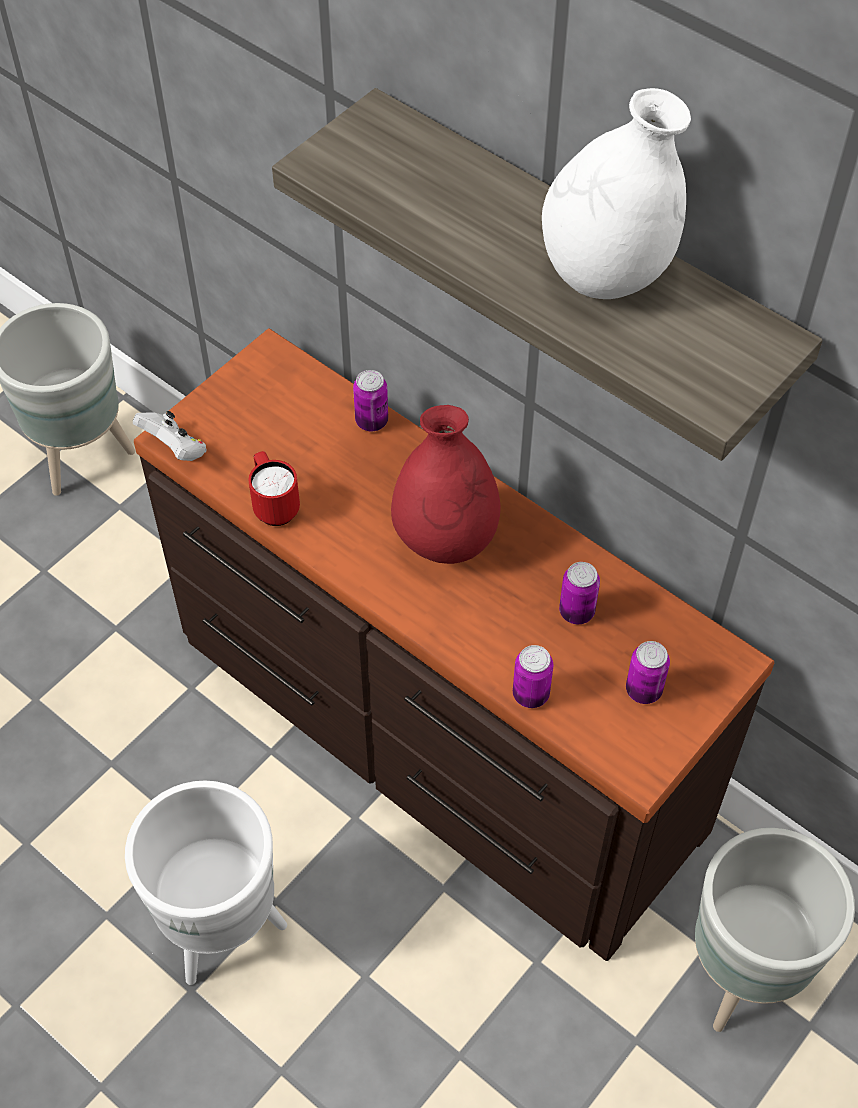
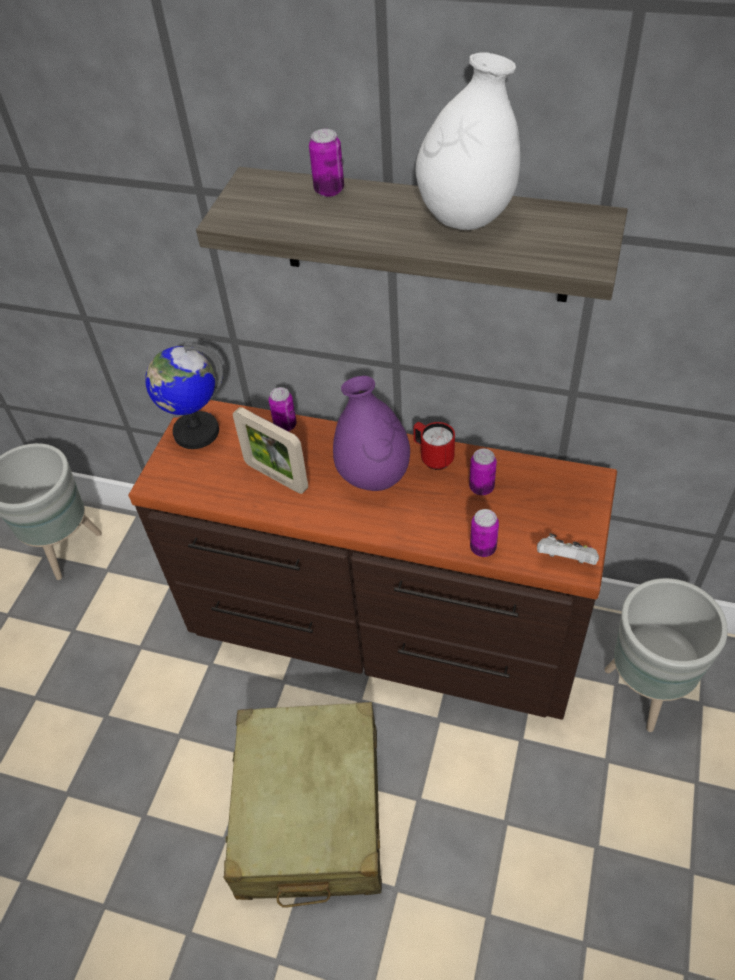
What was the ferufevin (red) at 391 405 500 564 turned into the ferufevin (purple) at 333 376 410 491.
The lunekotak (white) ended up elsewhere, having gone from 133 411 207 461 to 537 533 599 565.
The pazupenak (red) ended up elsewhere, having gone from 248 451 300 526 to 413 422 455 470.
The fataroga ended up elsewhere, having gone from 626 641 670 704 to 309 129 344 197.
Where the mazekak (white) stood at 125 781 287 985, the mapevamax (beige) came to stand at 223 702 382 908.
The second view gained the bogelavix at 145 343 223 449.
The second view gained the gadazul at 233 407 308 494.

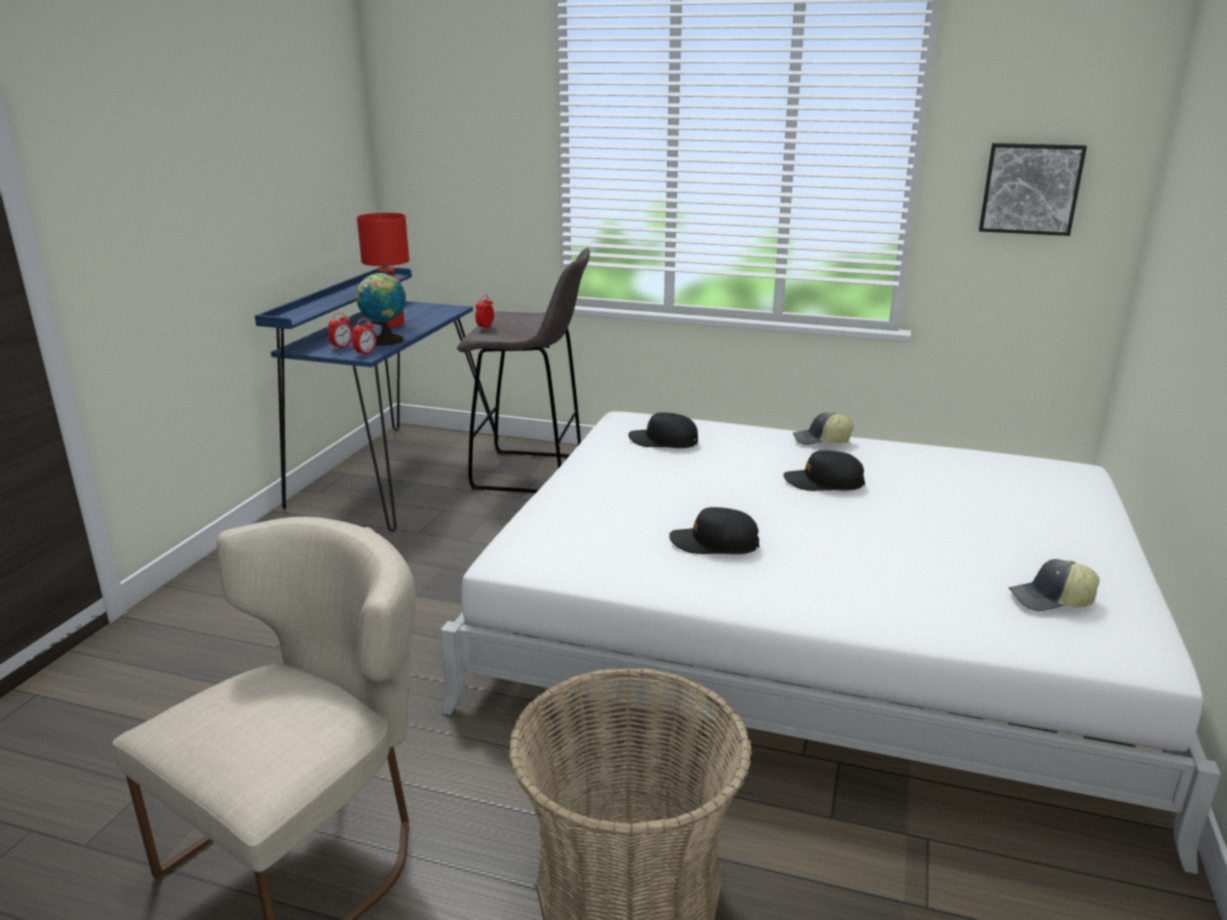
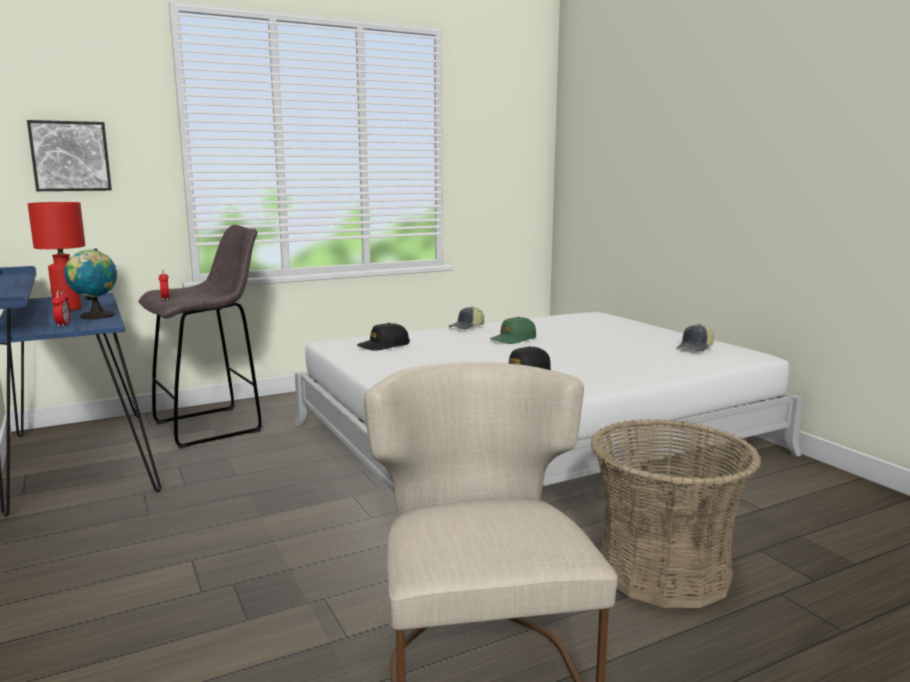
The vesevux ended up elsewhere, having gone from 979 143 1087 236 to 27 120 112 191.
The second view lost the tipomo at 352 318 376 356.
What was the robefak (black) at 784 451 865 491 turned into the robefak (green) at 490 317 536 344.

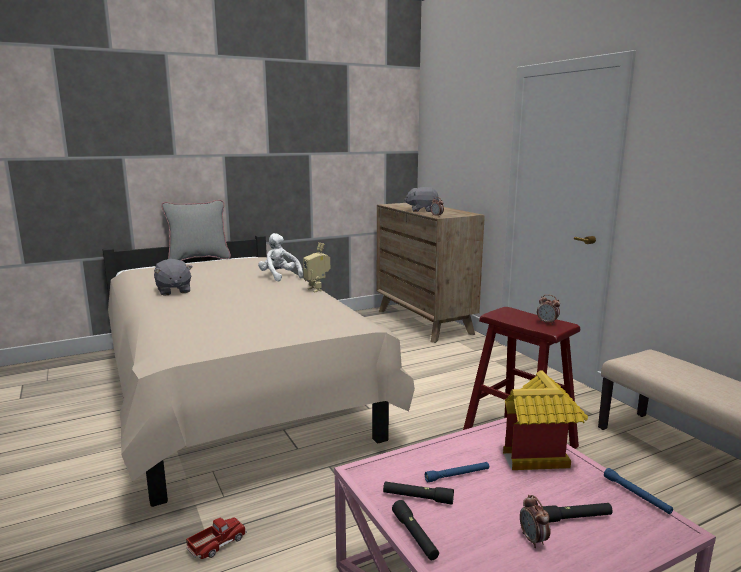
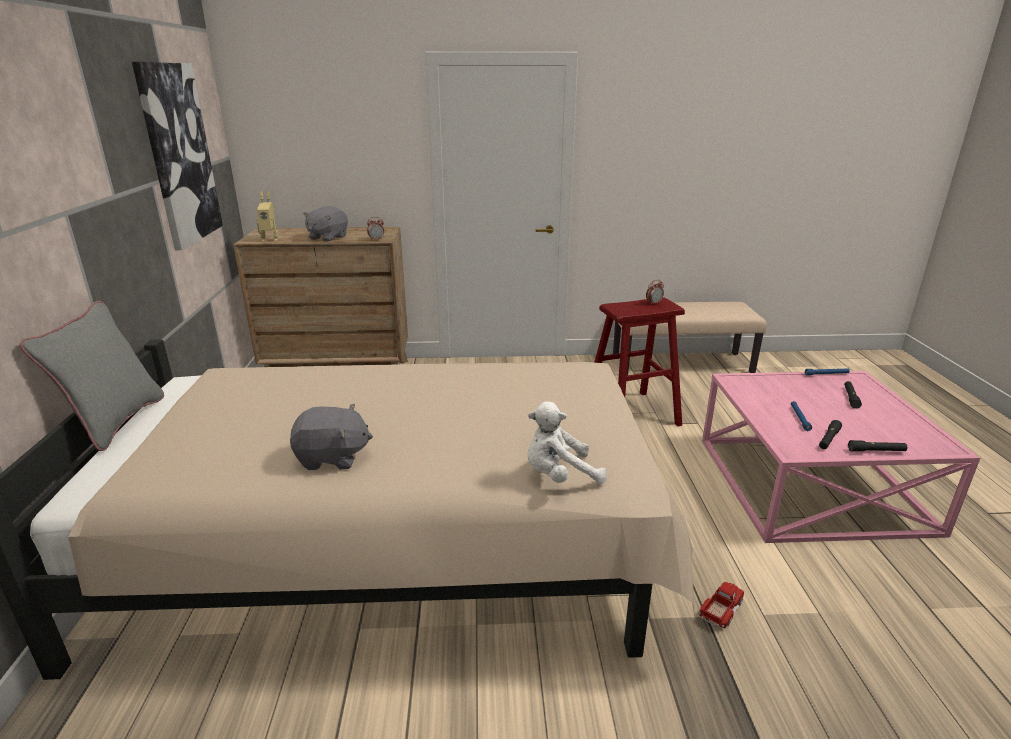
The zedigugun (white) ended up elsewhere, having gone from 258 233 303 281 to 527 401 607 484.
The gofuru ended up elsewhere, having gone from 303 242 330 292 to 256 191 279 242.
The second view lost the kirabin at 503 371 588 470.
The second view lost the tipomo at 520 495 550 548.
The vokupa at 186 518 247 559 ended up facing another way, 60 degrees clockwise from before.
The second view gained the vesevux at 132 62 223 250.

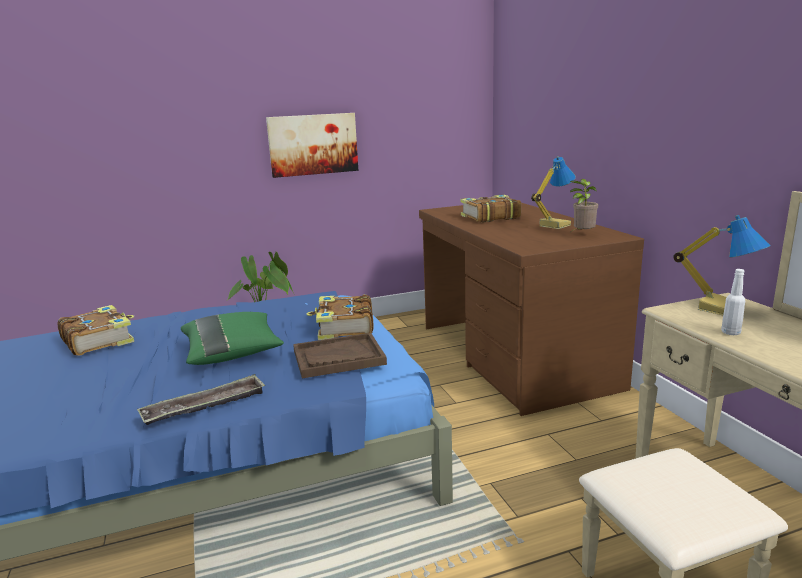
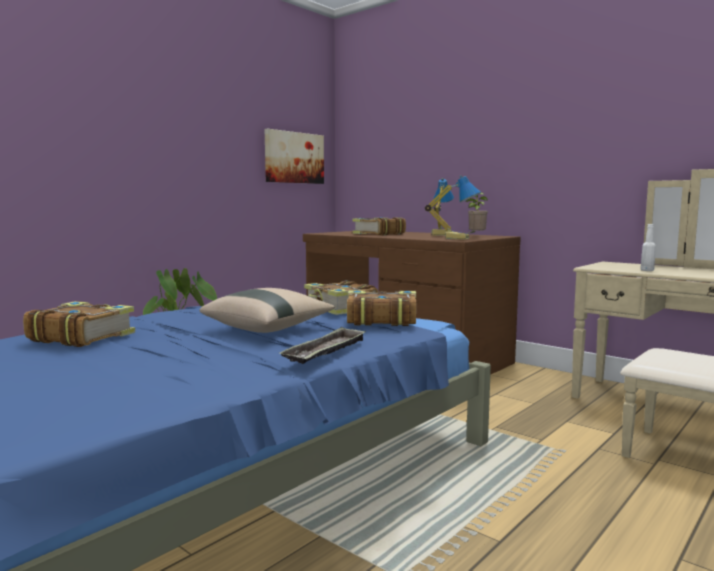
The vesevux ended up elsewhere, having gone from 266 113 358 178 to 265 129 324 184.
The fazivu ended up elsewhere, having gone from 673 215 771 315 to 425 175 481 239.
What was the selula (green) at 181 312 284 365 turned into the selula (beige) at 200 288 335 333.
Where the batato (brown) stood at 293 333 387 378, the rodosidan came to stand at 347 290 416 326.

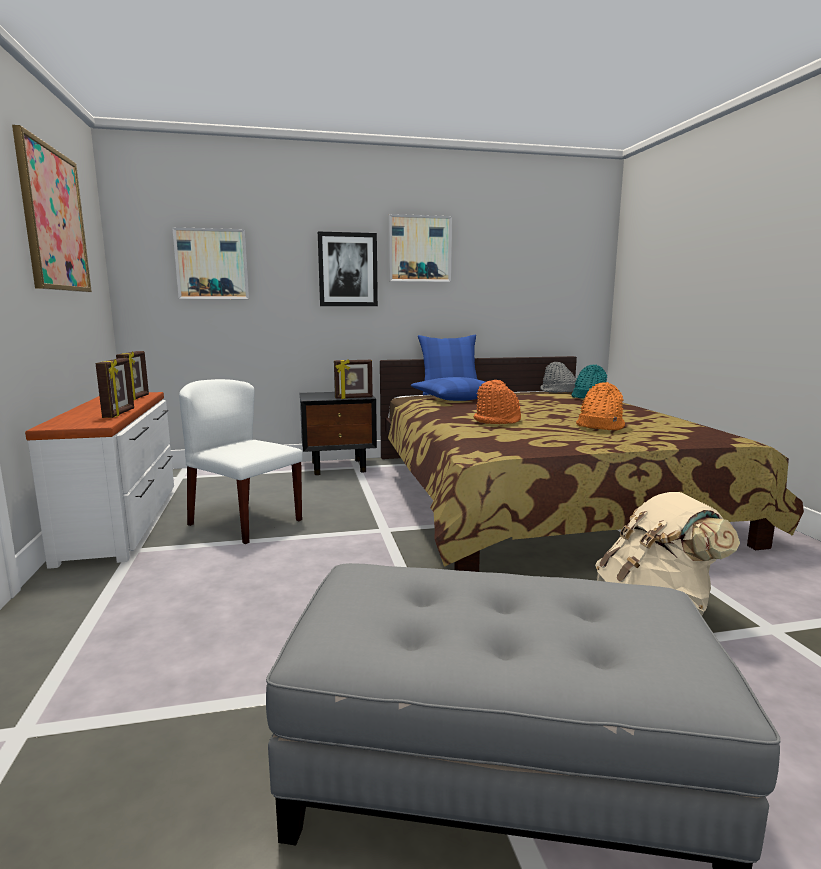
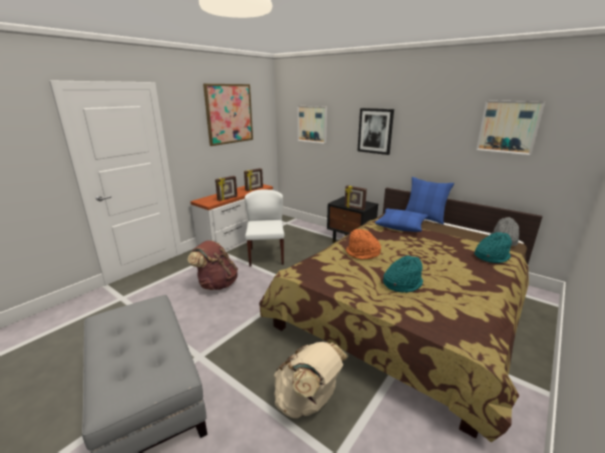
The vesevux ended up elsewhere, having gone from 389 214 452 282 to 476 100 545 155.
What was the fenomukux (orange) at 576 382 625 430 turned into the fenomukux (turquoise) at 383 255 423 293.
The second view gained the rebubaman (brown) at 188 240 238 290.

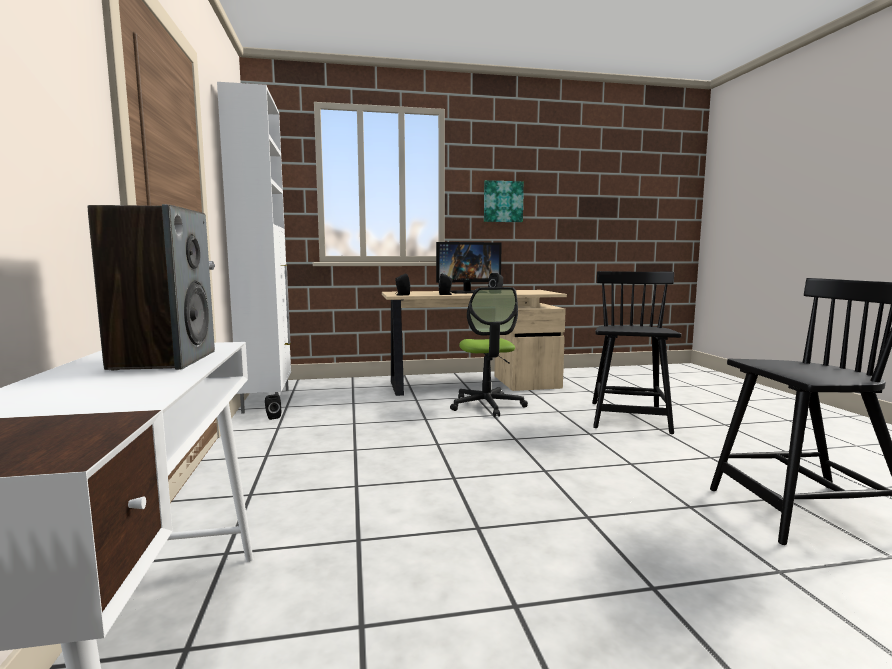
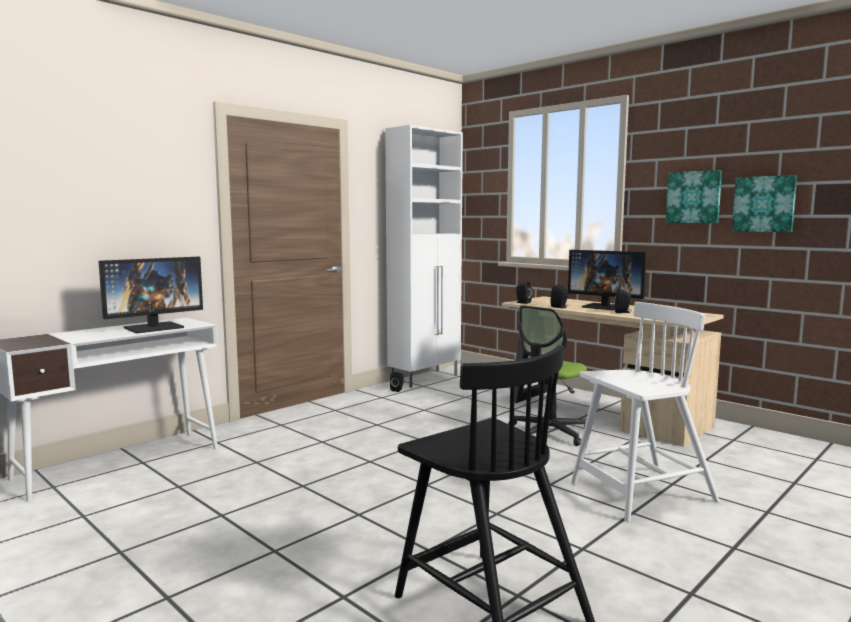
Where the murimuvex stood at 88 204 215 371, the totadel came to stand at 98 257 203 333.
What was the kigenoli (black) at 592 271 681 434 turned into the kigenoli (white) at 571 302 720 522.
The second view gained the vesevux at 732 175 797 232.

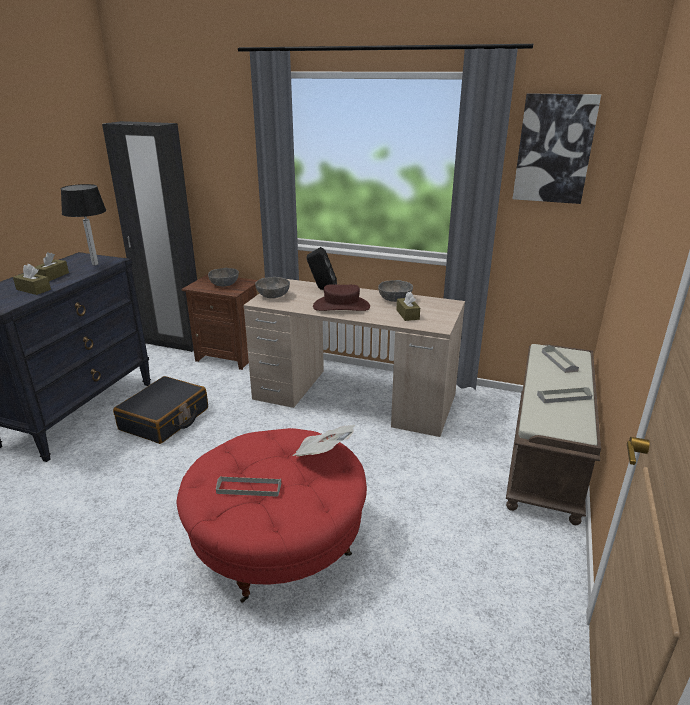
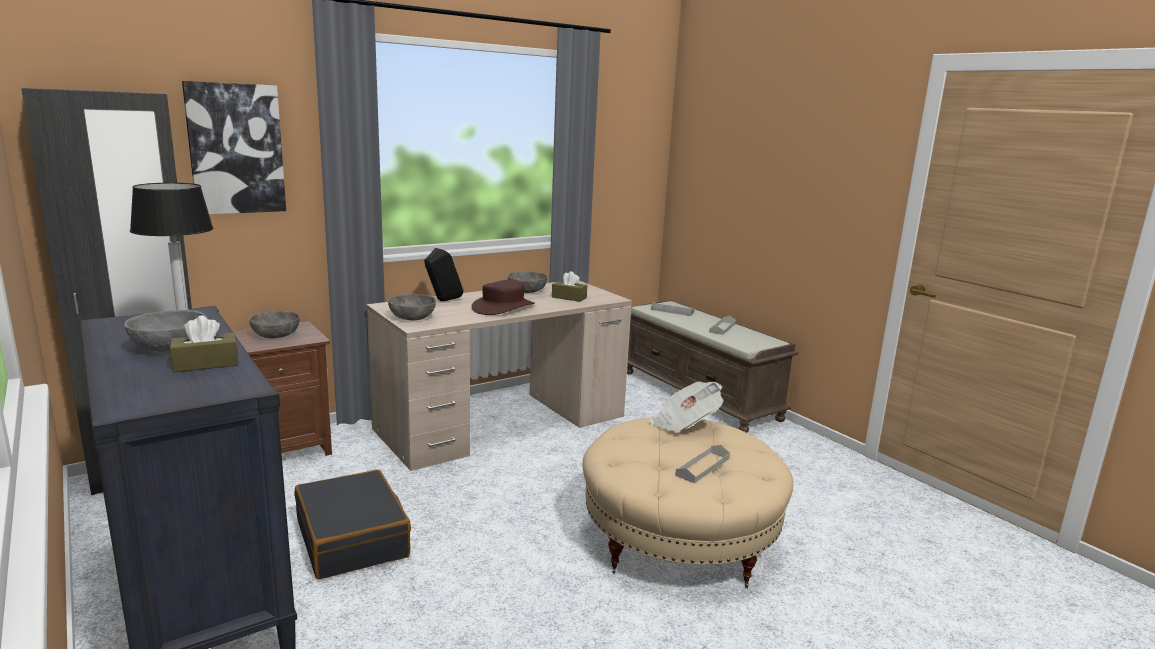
The vesevux ended up elsewhere, having gone from 513 93 601 204 to 182 81 286 214.
Where the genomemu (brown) stood at 34 252 69 281, the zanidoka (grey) came to stand at 124 310 208 351.
What was the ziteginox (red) at 177 428 367 603 turned into the ziteginox (beige) at 582 417 793 588.

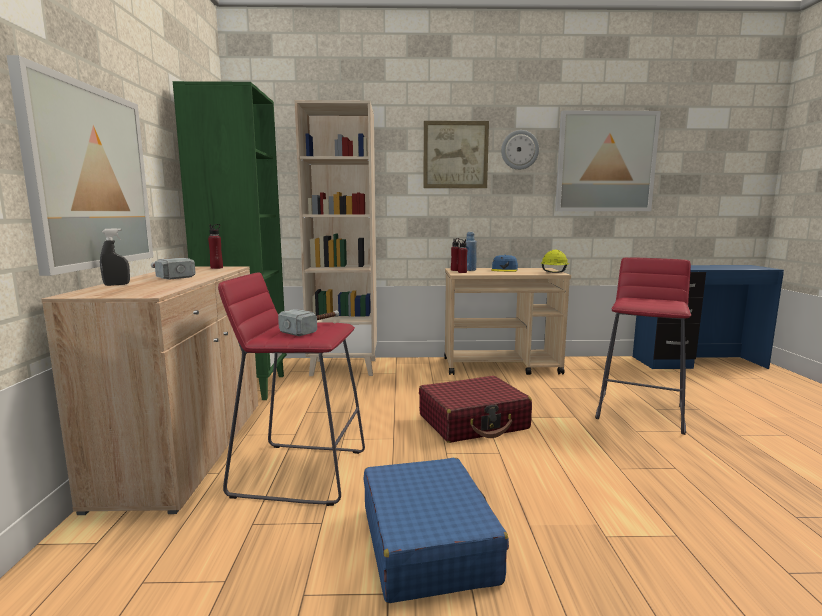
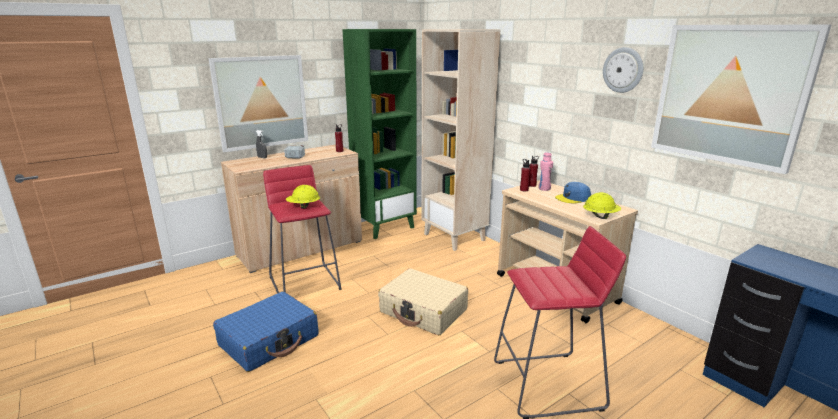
The second view lost the vesevux at 423 121 489 188.
What was the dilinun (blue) at 466 232 477 271 turned into the dilinun (pink) at 538 152 553 191.
Where the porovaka stood at 278 309 339 336, the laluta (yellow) came to stand at 286 185 320 209.
What was the mapevamax (red) at 419 376 532 443 turned into the mapevamax (beige) at 378 268 468 335.

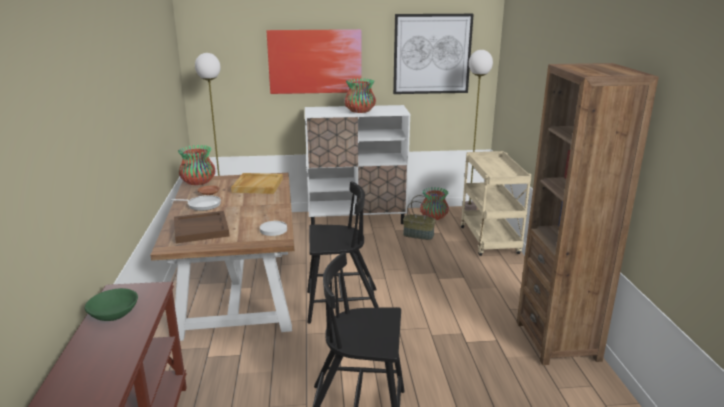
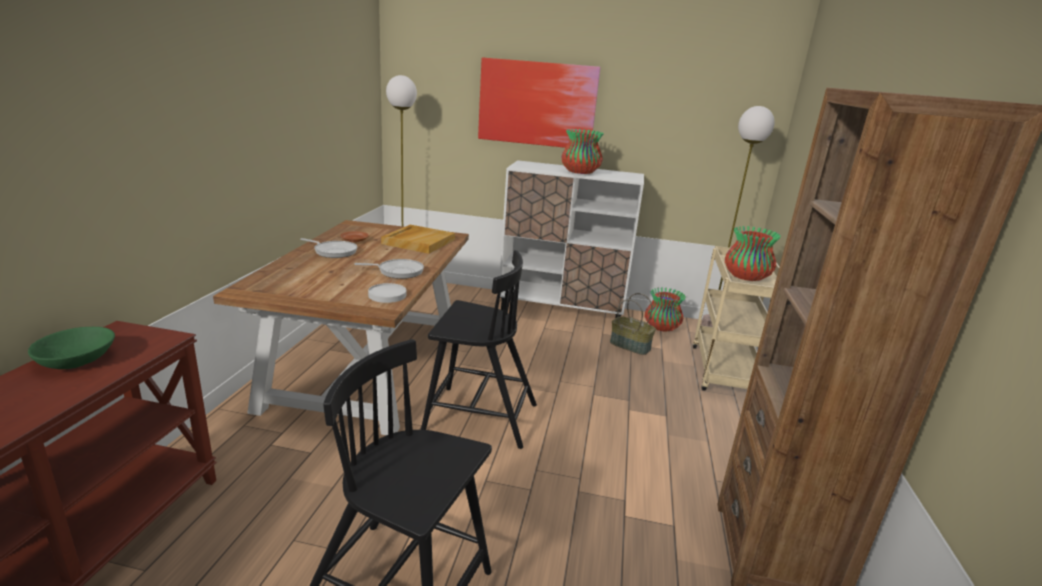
The second view lost the vesevux at 393 14 474 94.
The ferufevin ended up elsewhere, having gone from 178 145 215 185 to 725 226 781 281.
The second view lost the batato (brown) at 174 211 229 243.
The second view gained the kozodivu at 354 259 424 279.

